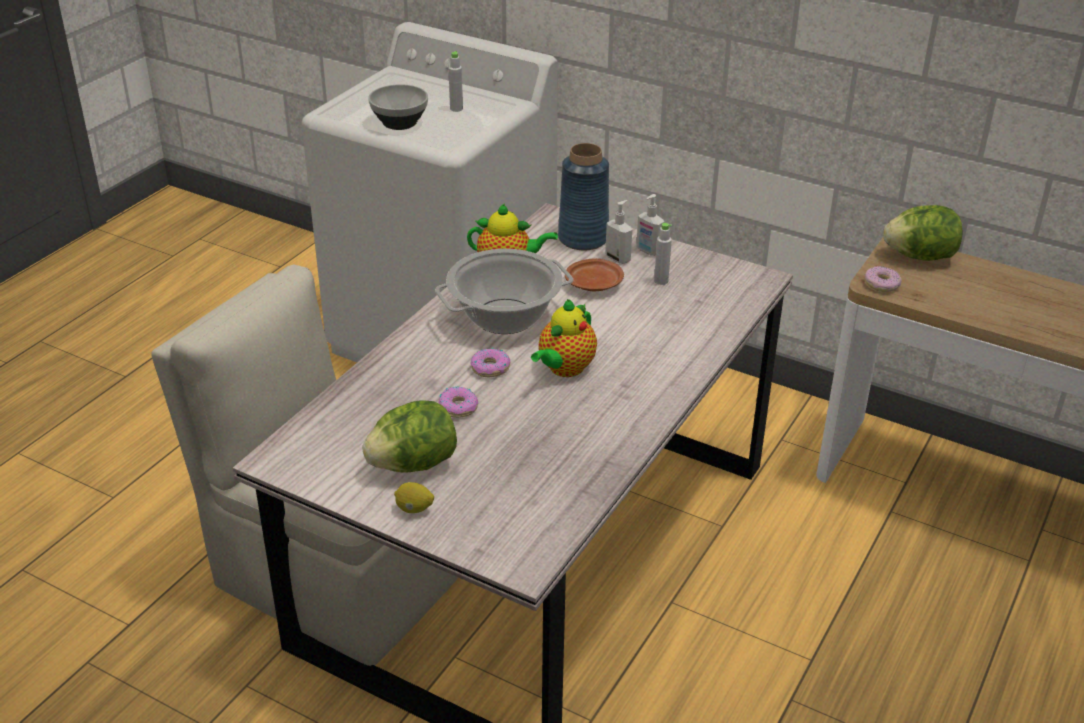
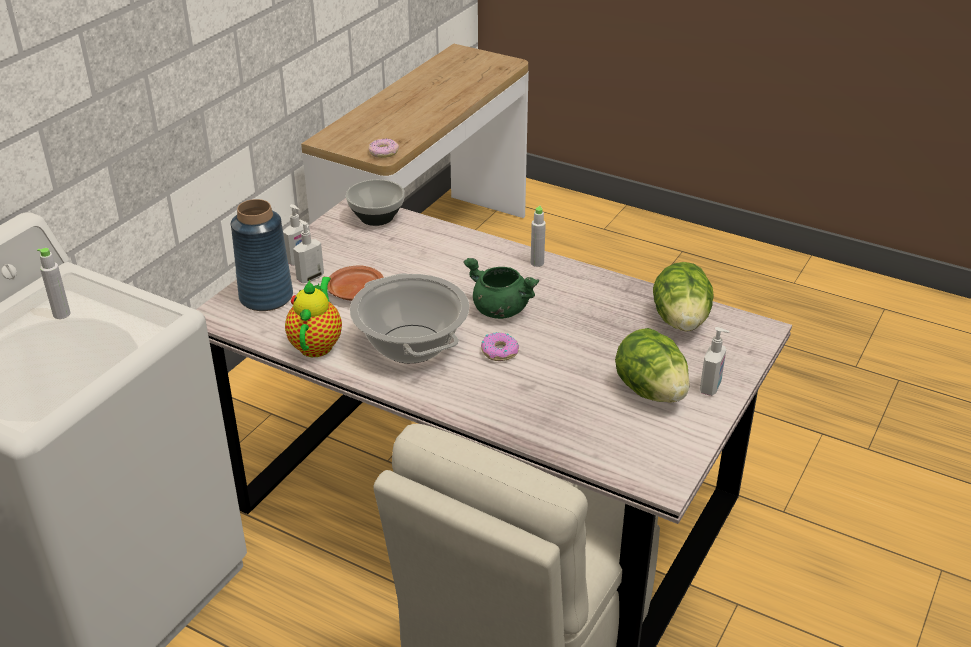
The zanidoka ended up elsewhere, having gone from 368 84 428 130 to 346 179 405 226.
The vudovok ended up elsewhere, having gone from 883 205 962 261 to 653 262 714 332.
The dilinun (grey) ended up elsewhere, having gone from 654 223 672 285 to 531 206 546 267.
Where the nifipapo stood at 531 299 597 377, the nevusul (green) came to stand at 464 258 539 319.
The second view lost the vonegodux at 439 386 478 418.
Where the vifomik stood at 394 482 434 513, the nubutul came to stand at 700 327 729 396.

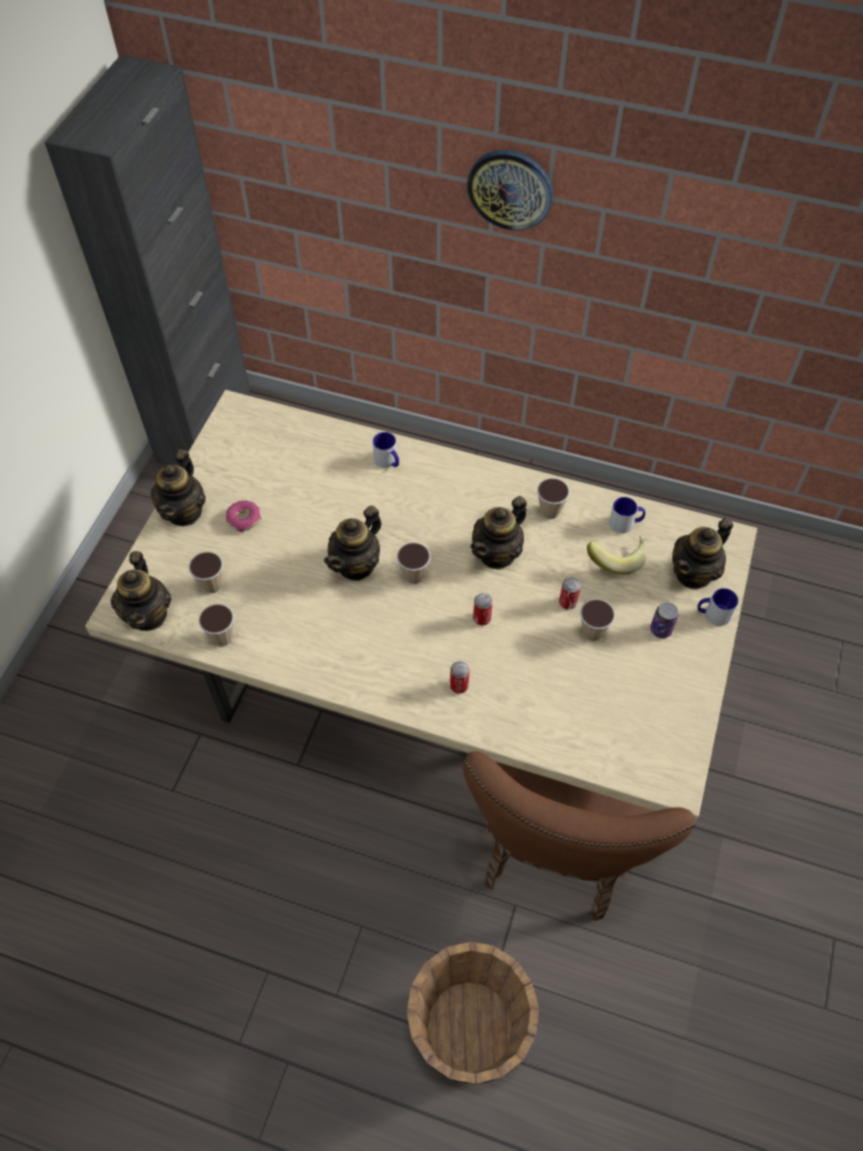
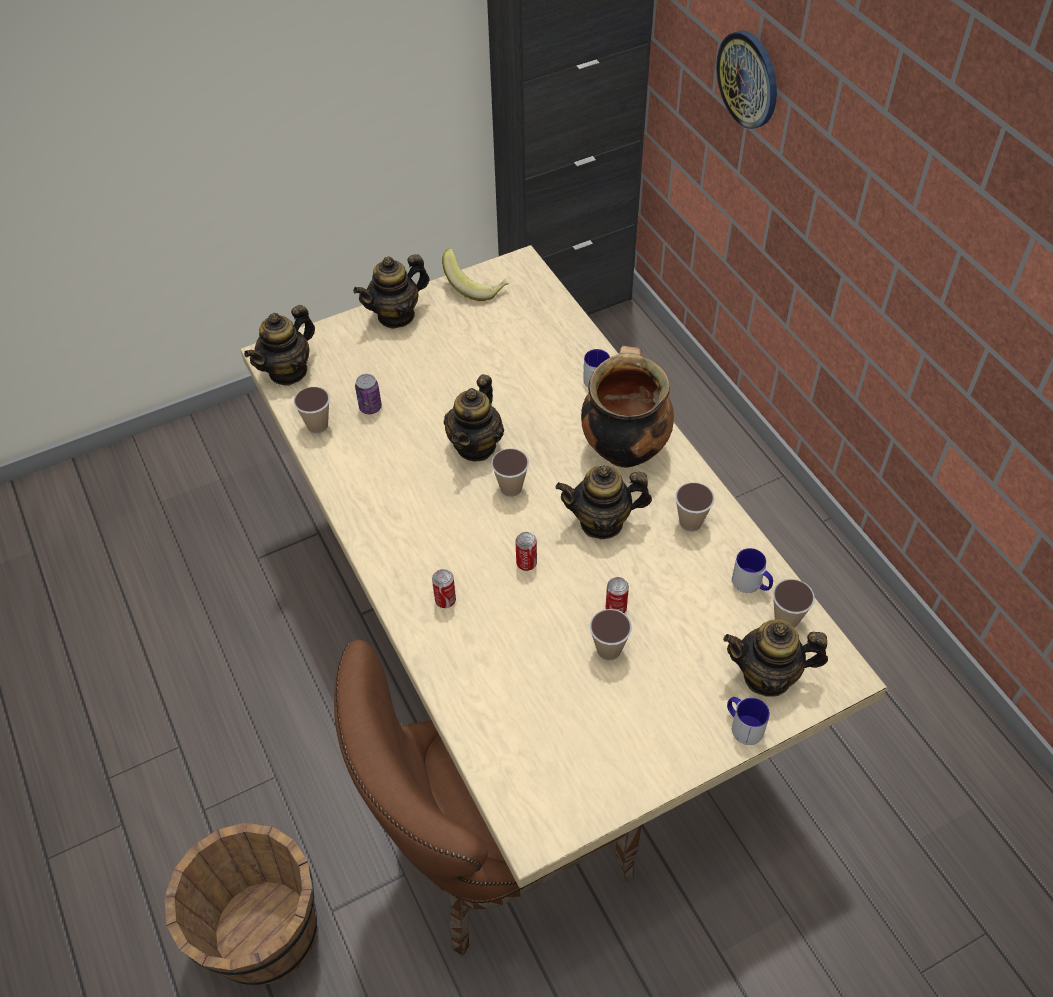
The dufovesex ended up elsewhere, having gone from 467 150 553 231 to 716 30 777 129.
The second view lost the vonegodux at 226 501 261 532.
The nifipapo at 324 506 382 581 ended up facing another way, 60 degrees counterclockwise from before.
The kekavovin ended up elsewhere, having gone from 587 536 646 575 to 442 248 509 301.
The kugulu ended up elsewhere, having gone from 189 551 223 594 to 773 579 815 628.
The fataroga ended up elsewhere, having gone from 650 602 678 638 to 355 374 382 414.
The second view gained the nevusul at 581 346 674 468.

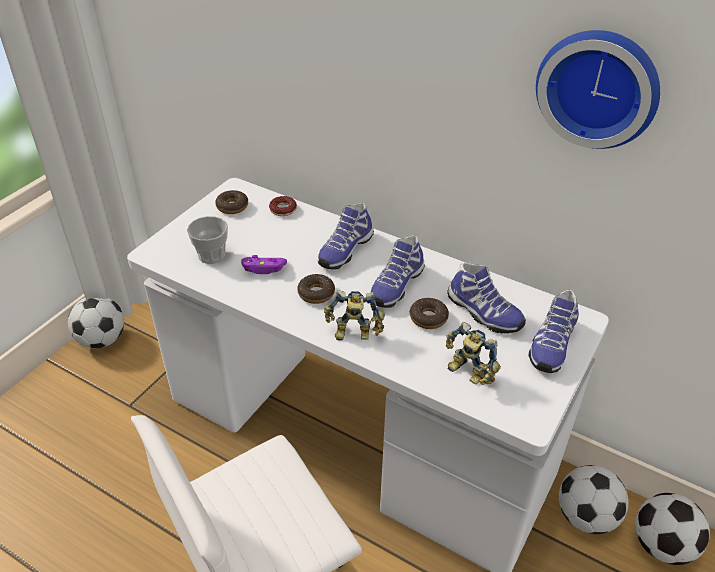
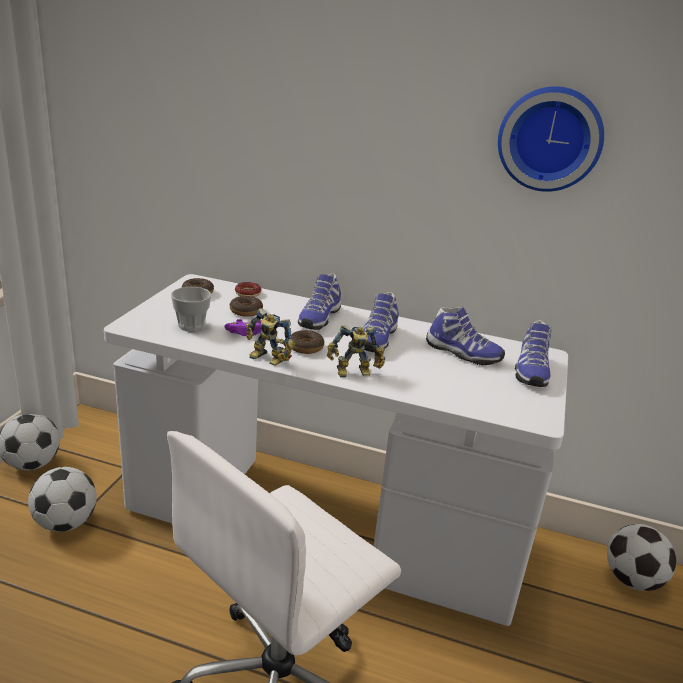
The vonegodux ended up elsewhere, having gone from 410 298 449 329 to 229 296 263 317.
The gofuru ended up elsewhere, having gone from 446 322 501 385 to 246 308 295 366.
The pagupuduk ended up elsewhere, having gone from 559 465 629 534 to 28 467 97 532.

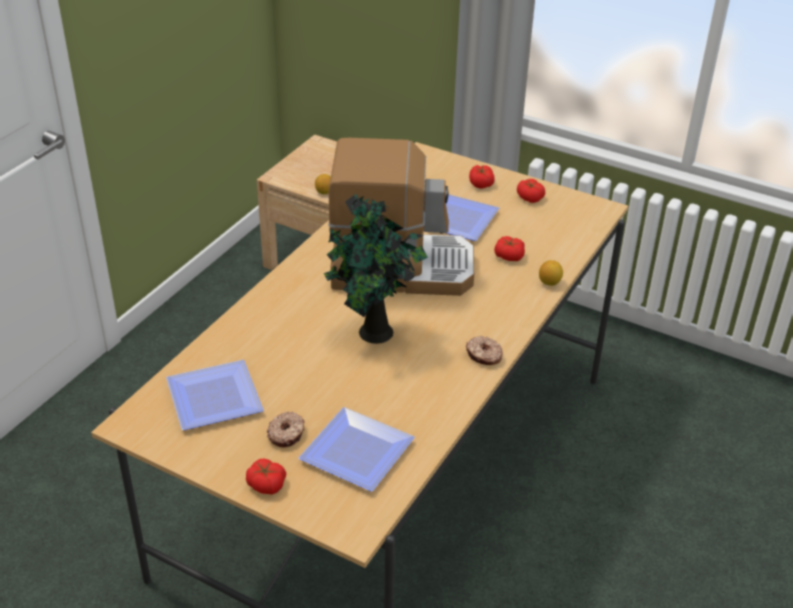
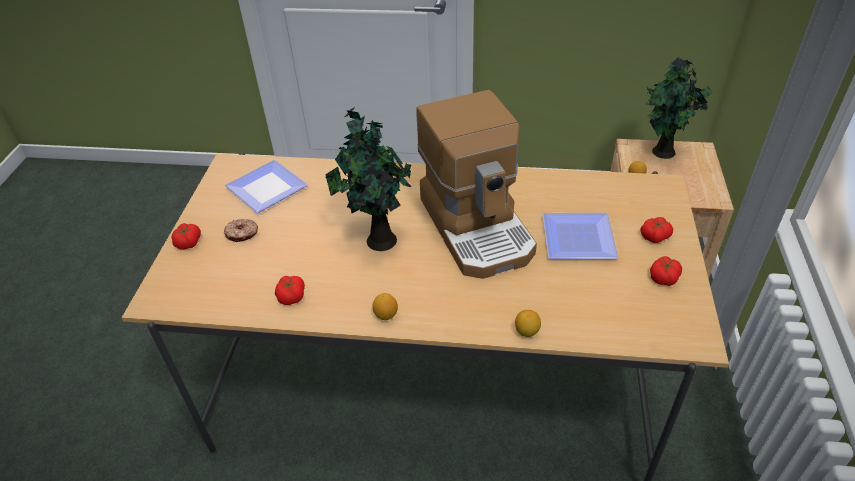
The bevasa ended up elsewhere, having gone from 494 236 525 261 to 275 276 305 305.
Where the vonegodux stood at 466 336 503 365, the vifomik came to stand at 372 293 398 320.
The second view lost the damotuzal at 299 407 415 491.
The second view gained the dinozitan at 646 57 712 159.

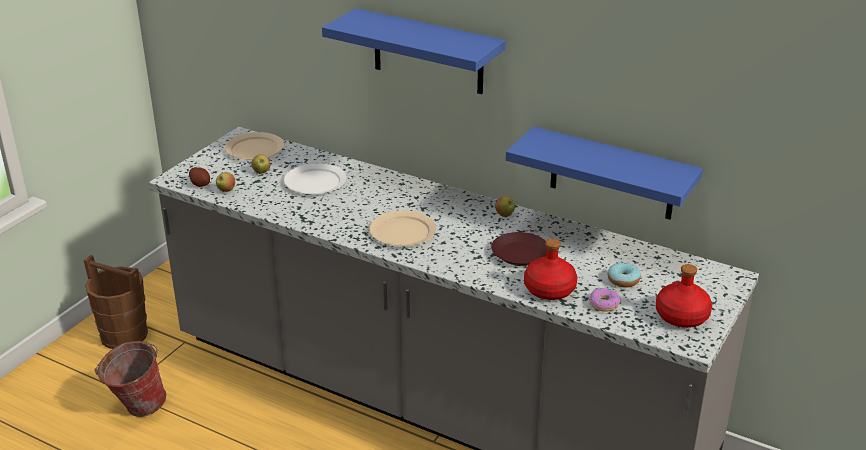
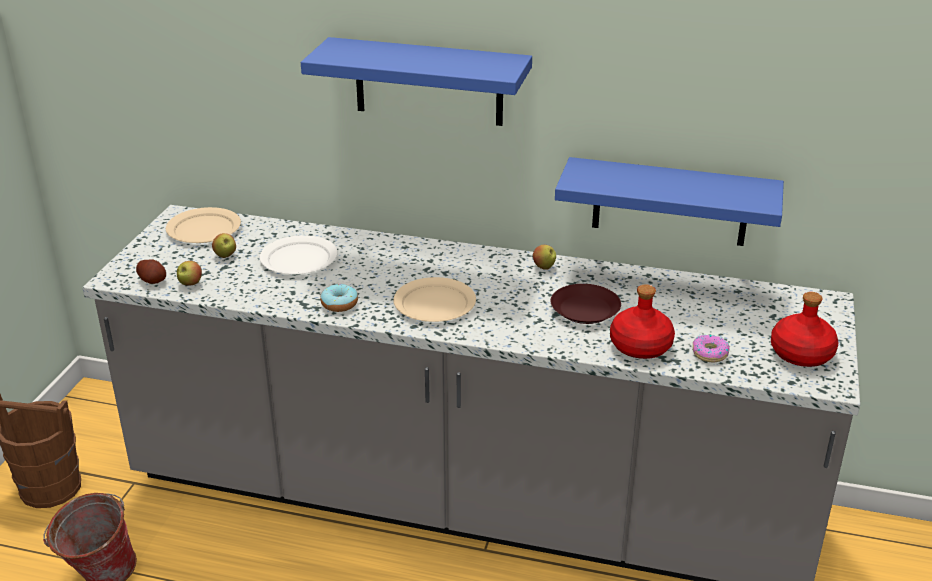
The vonegodux ended up elsewhere, having gone from 608 263 641 288 to 320 284 358 312.

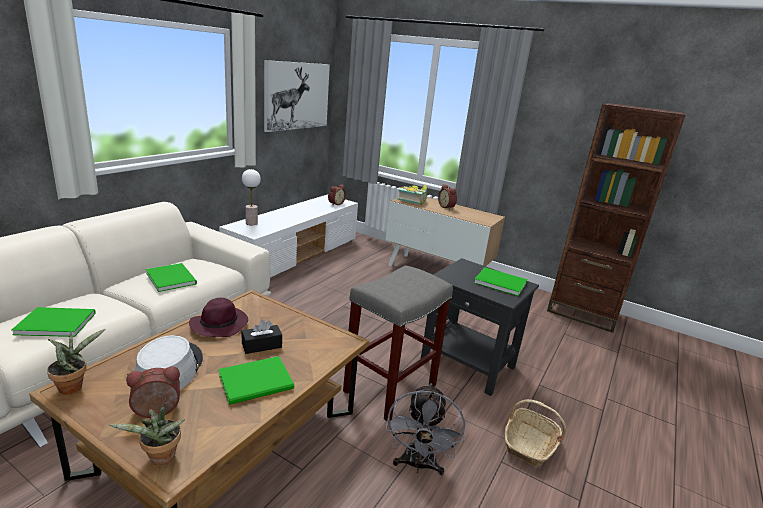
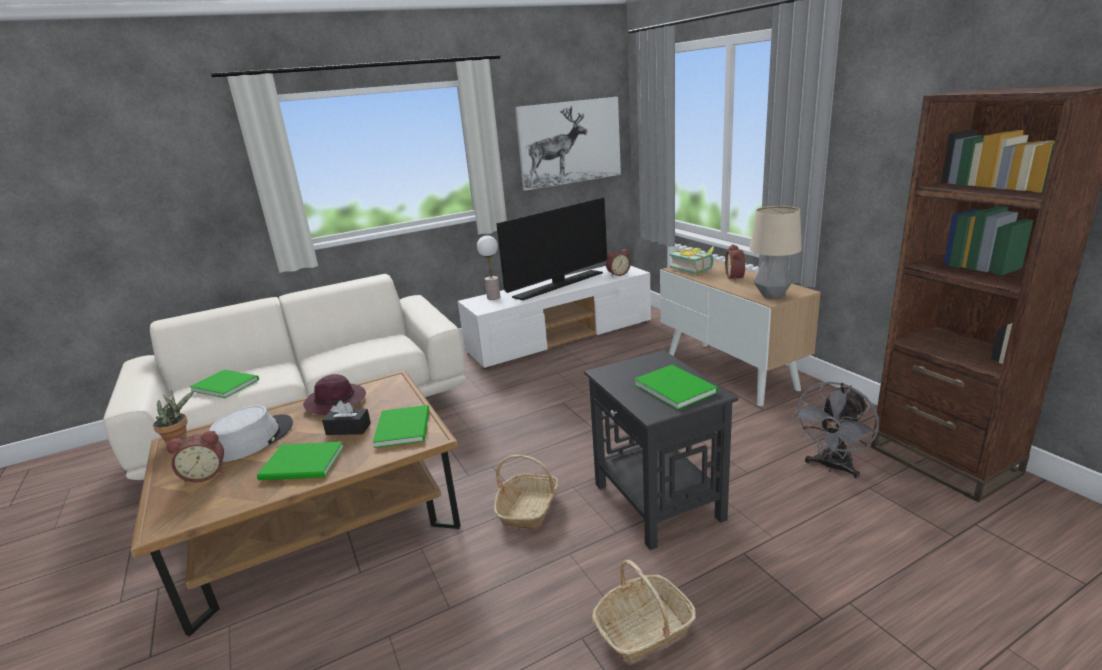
The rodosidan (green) ended up elsewhere, having gone from 146 263 197 292 to 373 405 429 448.
Where the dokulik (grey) stood at 343 265 453 421, the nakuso came to stand at 494 455 558 530.
The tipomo at 126 366 180 418 ended up facing another way, 150 degrees clockwise from before.
The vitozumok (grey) ended up elsewhere, having gone from 386 383 465 475 to 793 382 879 479.
The second view lost the dinozitan at 109 407 184 465.
The second view gained the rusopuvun at 496 197 607 301.
The second view gained the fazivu at 750 206 802 299.

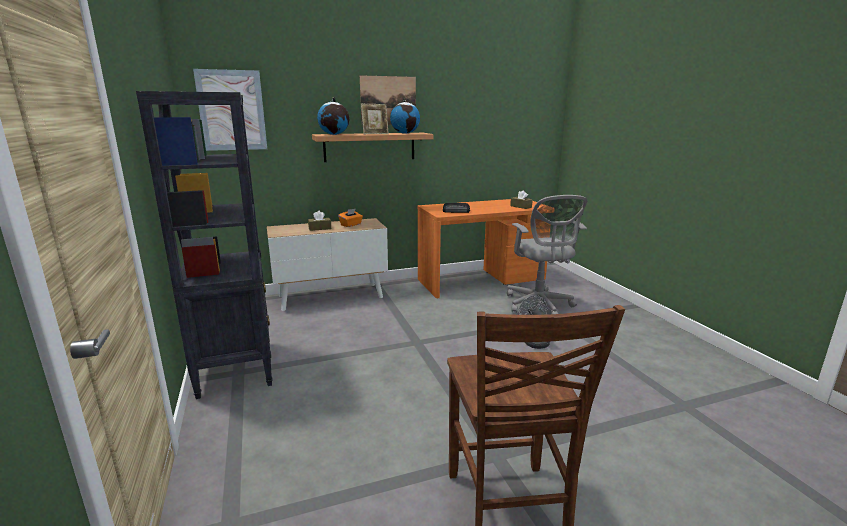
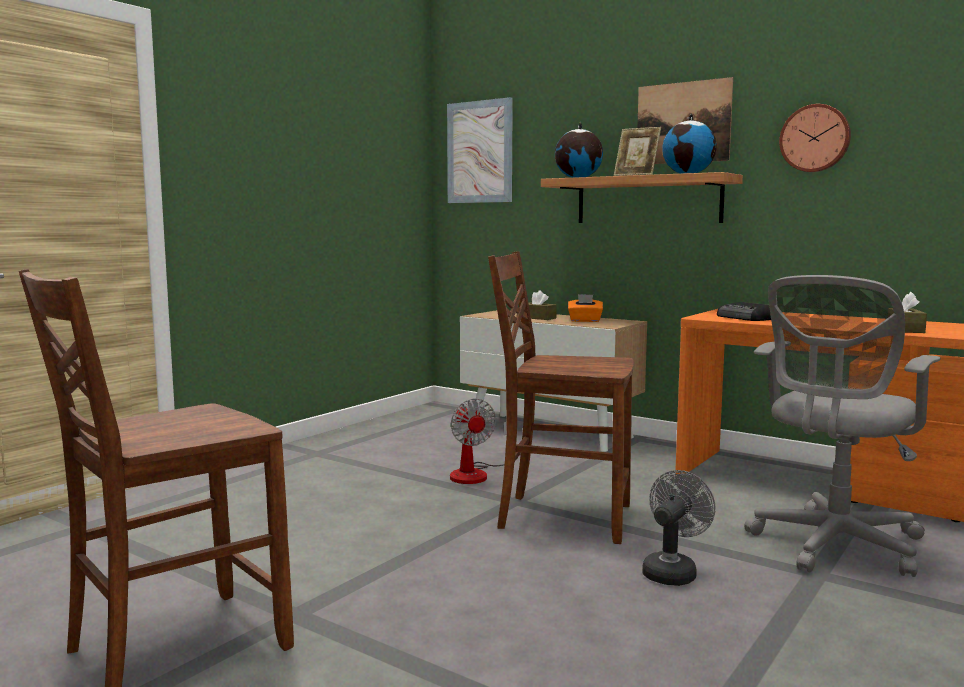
The second view lost the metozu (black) at 136 91 273 399.
The second view gained the dufovesex at 779 104 851 172.
The second view gained the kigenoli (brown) at 488 251 634 544.
The second view gained the vitozumok at 450 399 507 484.

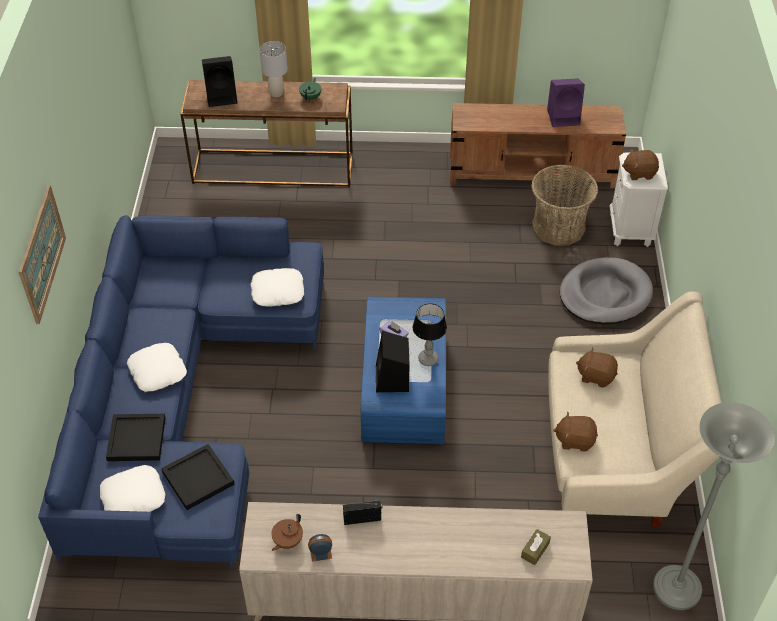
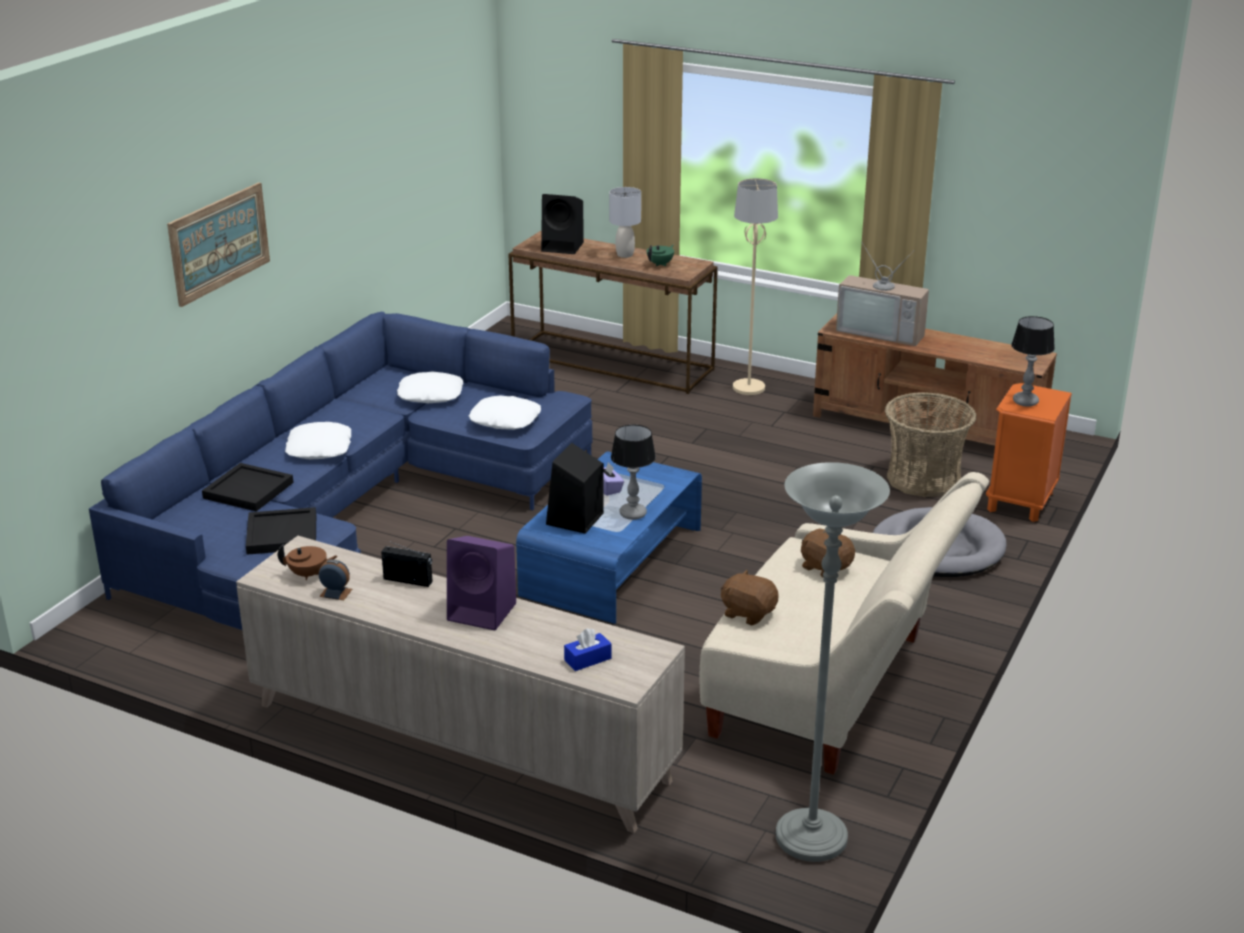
The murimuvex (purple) ended up elsewhere, having gone from 547 78 585 127 to 447 536 516 630.
Where the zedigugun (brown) stood at 622 149 659 180, the fazivu came to stand at 1011 316 1055 407.
What was the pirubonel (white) at 610 153 668 247 turned into the pirubonel (orange) at 986 383 1072 522.
The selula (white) ended up elsewhere, having gone from 100 465 165 512 to 397 372 463 403.
The nifipapo (brown) at 271 514 303 551 ended up facing another way, 150 degrees counterclockwise from before.
What was the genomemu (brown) at 521 529 551 565 turned into the genomemu (blue) at 564 628 612 671.
The second view gained the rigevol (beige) at 733 178 778 395.
The second view gained the rusopuvun at 836 242 929 346.

